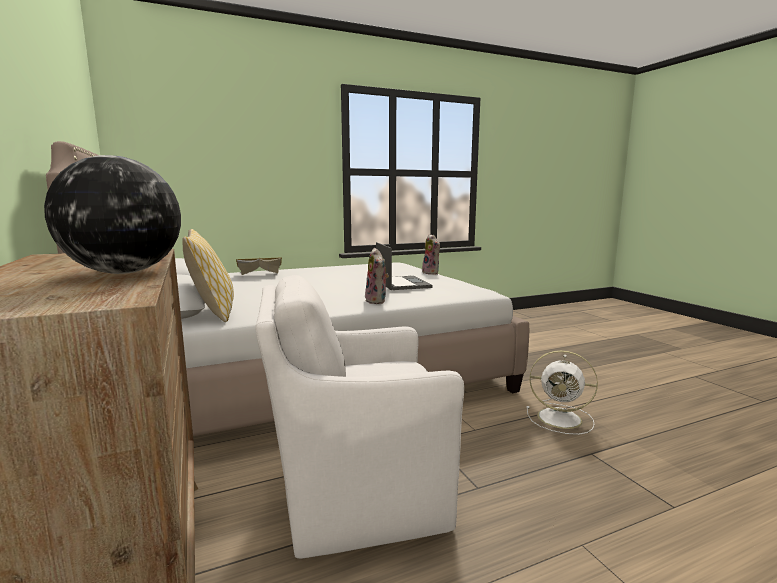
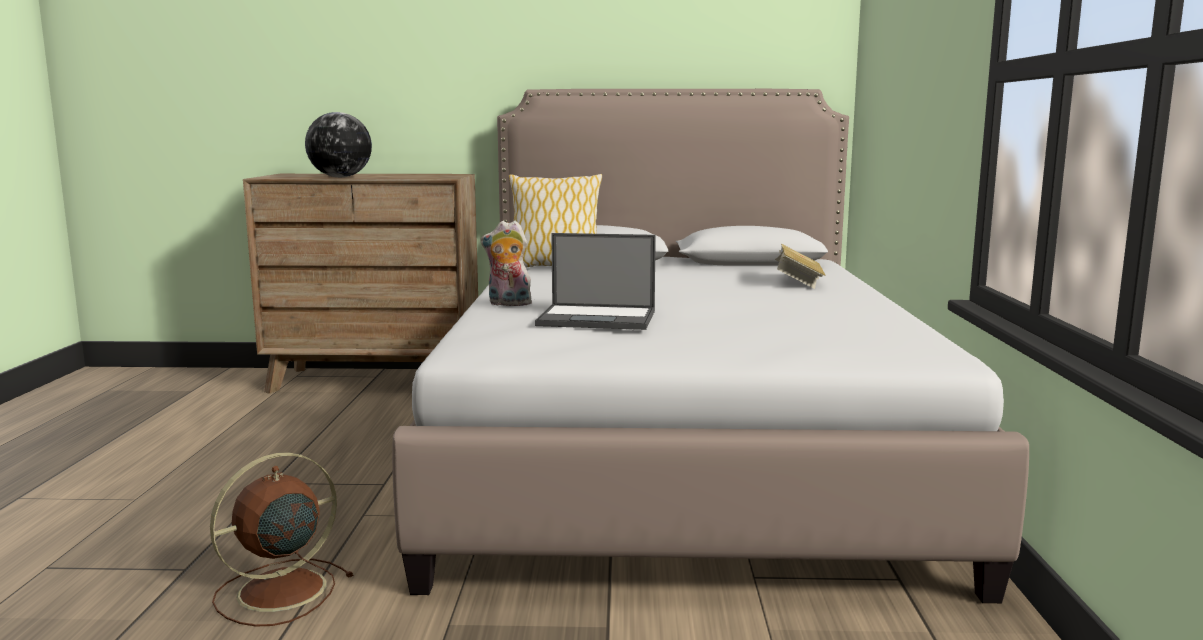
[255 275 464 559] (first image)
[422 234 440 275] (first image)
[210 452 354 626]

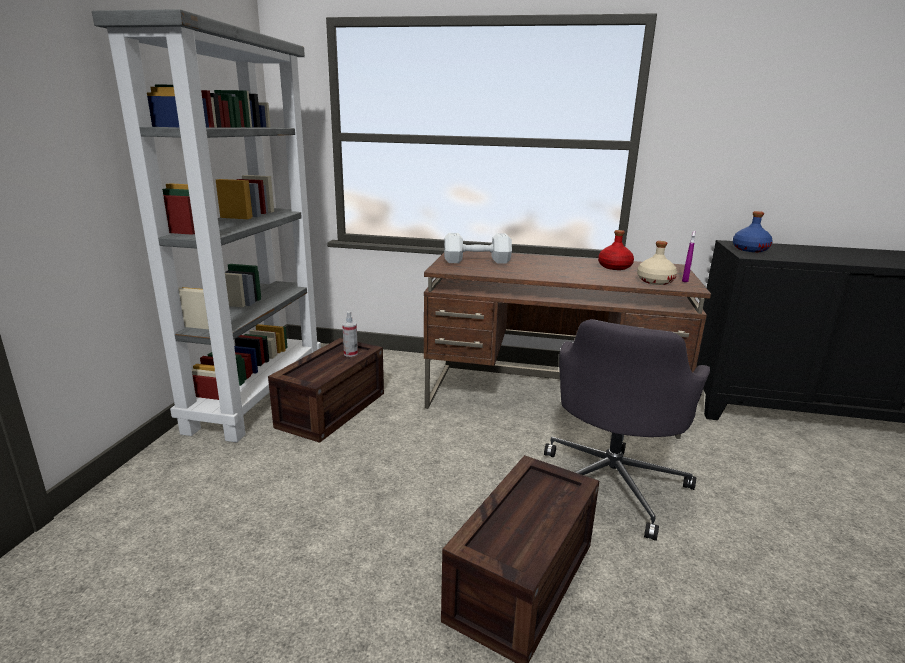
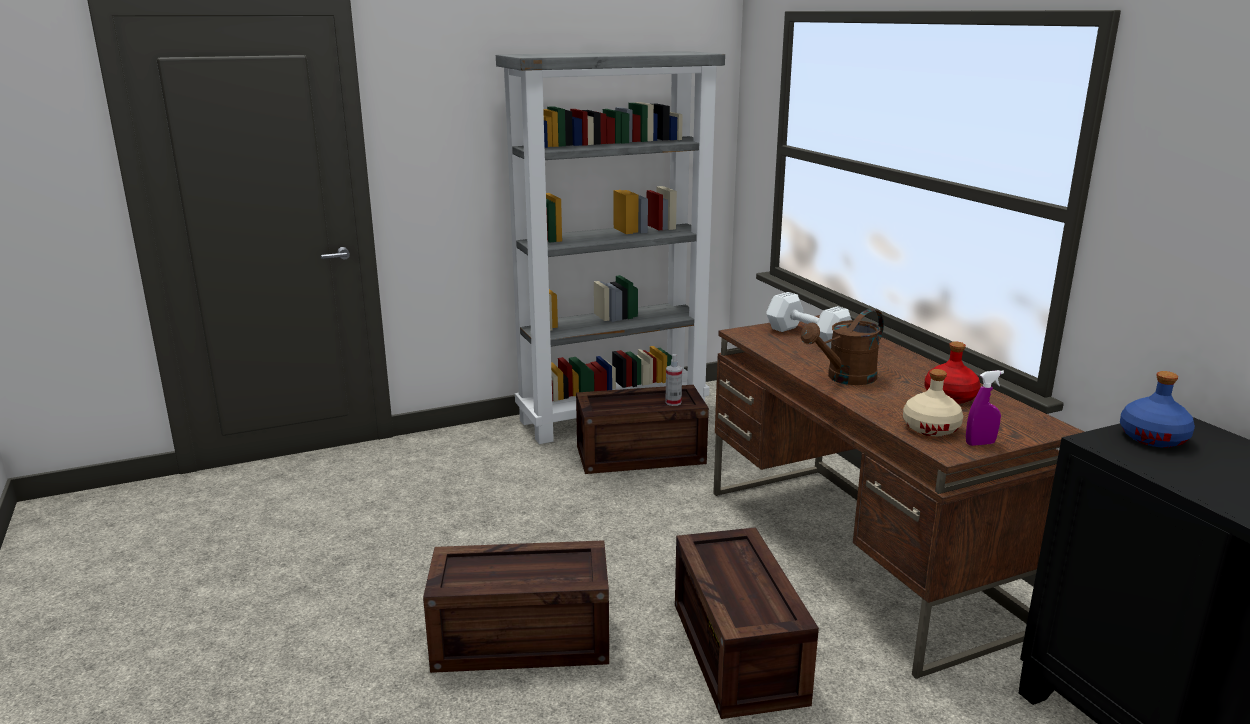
[801 309 884 385]
[675 527 819 719]

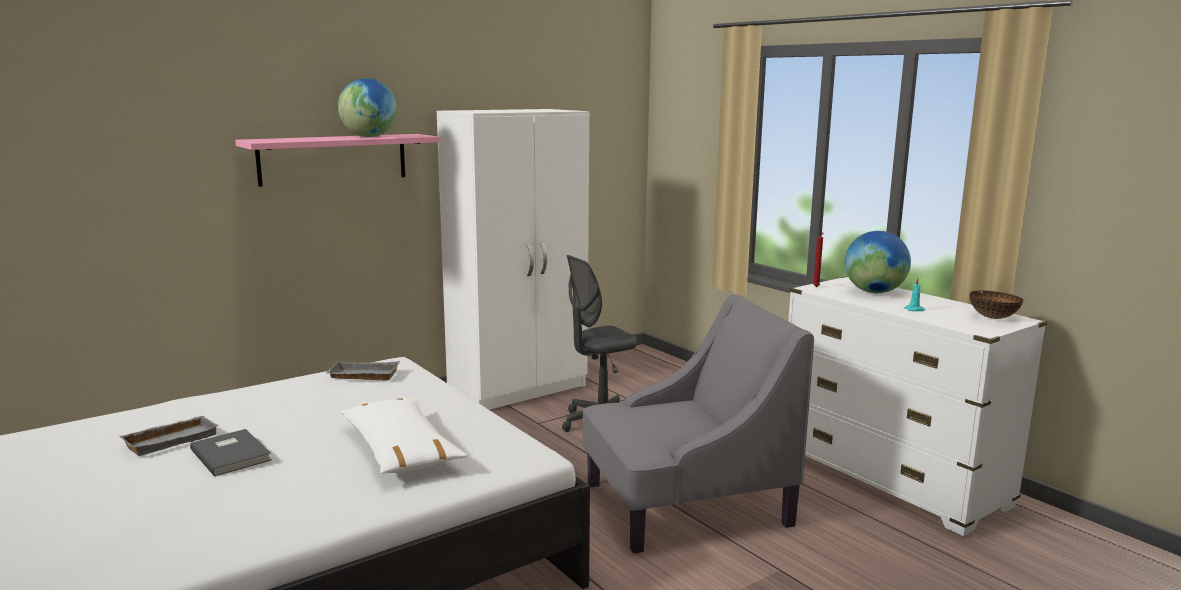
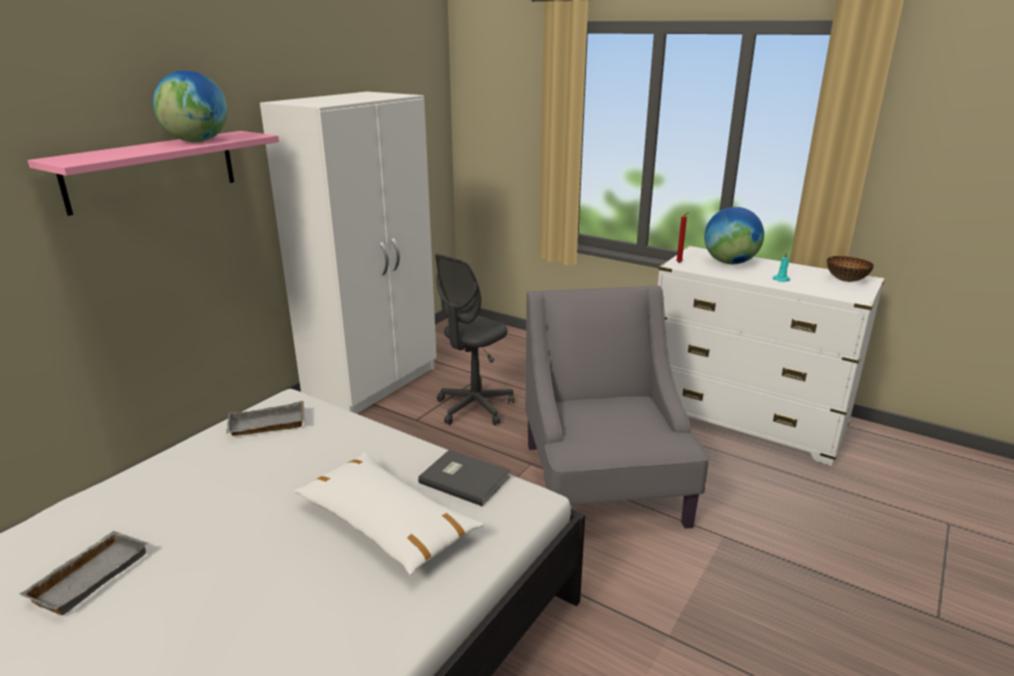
[418 450 510 506]
[525 285 709 529]

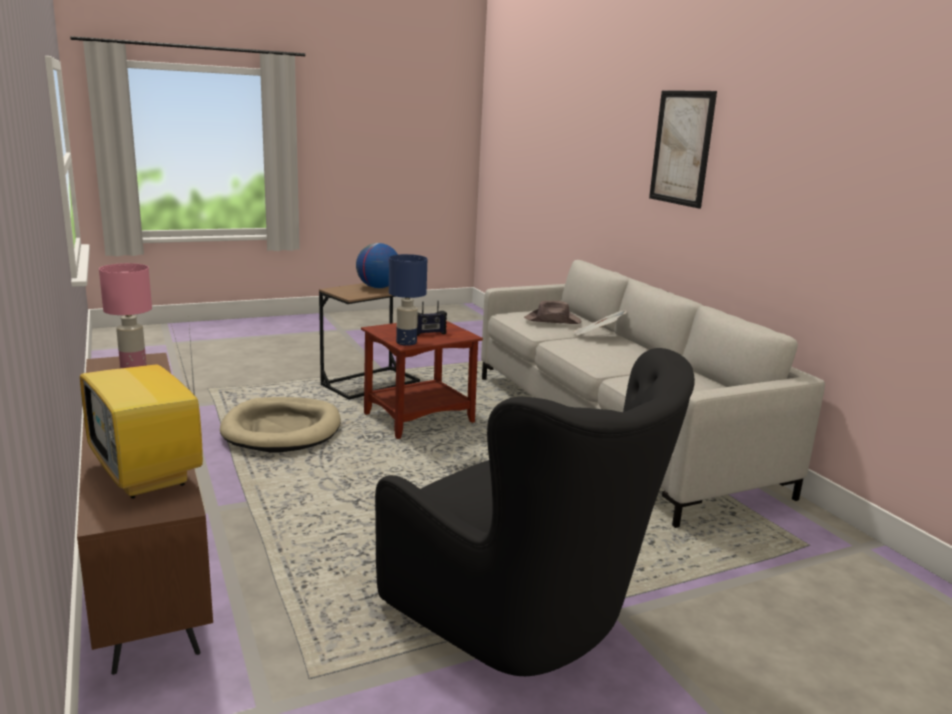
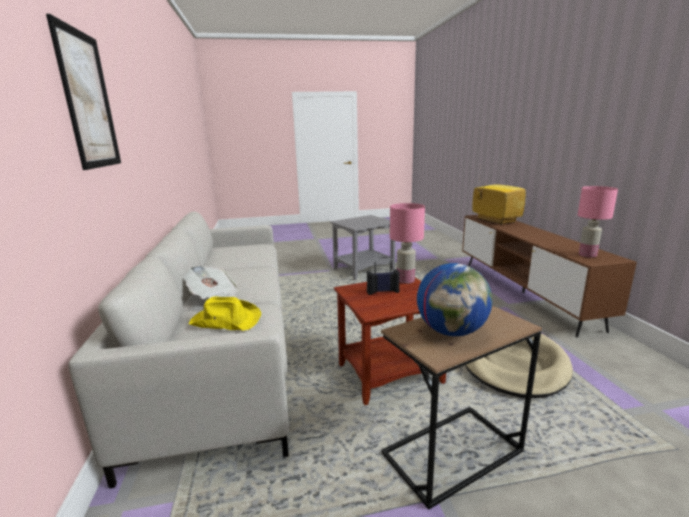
[330 215 395 280]
[390 203 425 284]
[189 296 261 331]

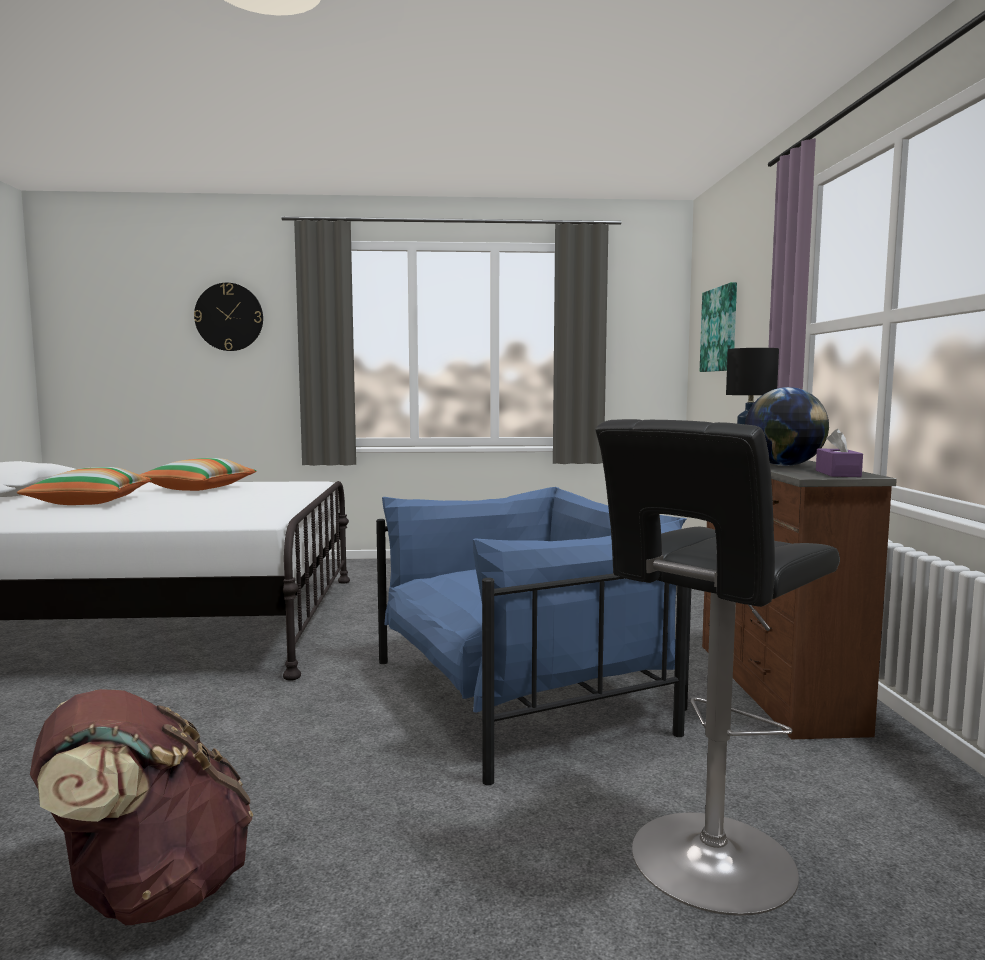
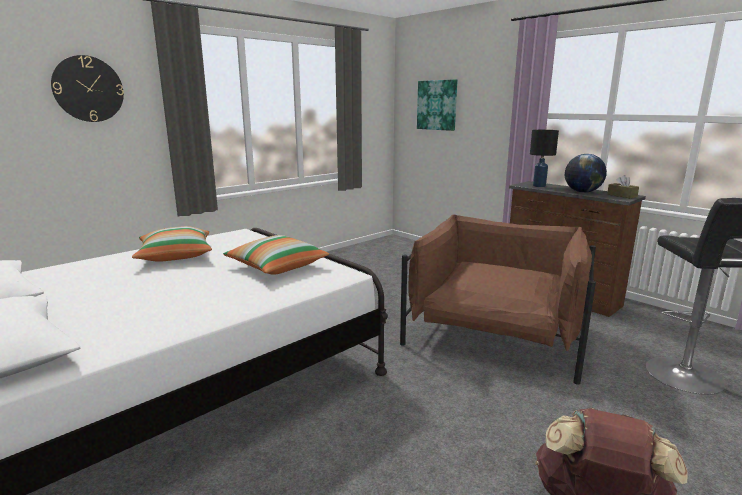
[223 235 329 275]
[400 214 596 385]
[607 175 639 198]

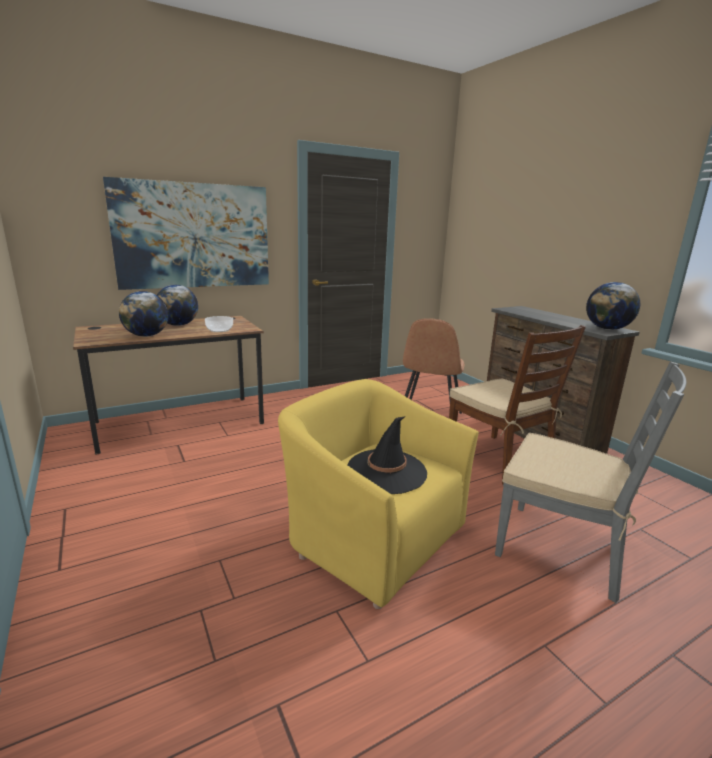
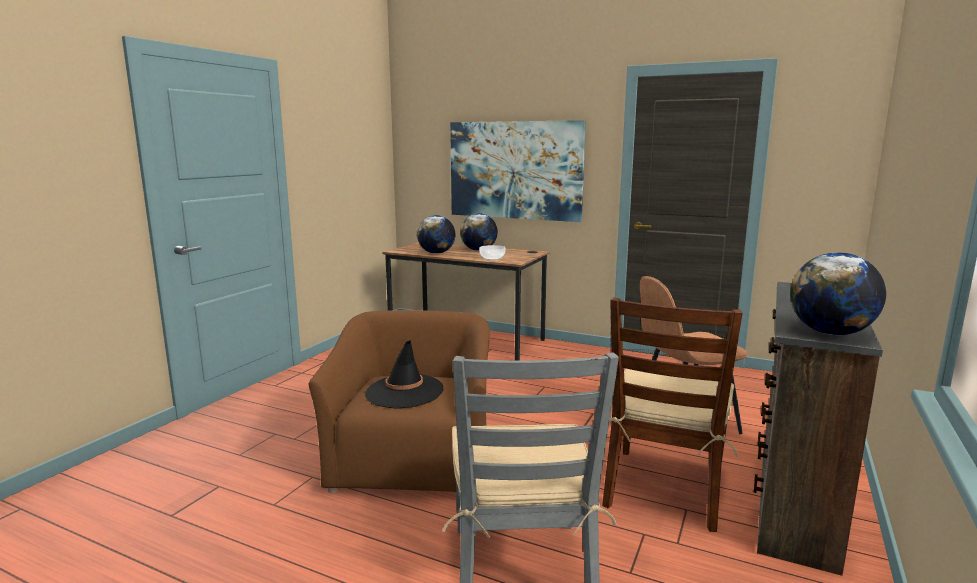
[308 310 490 493]

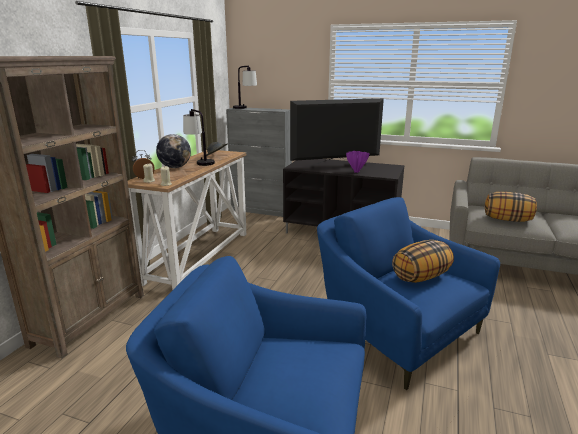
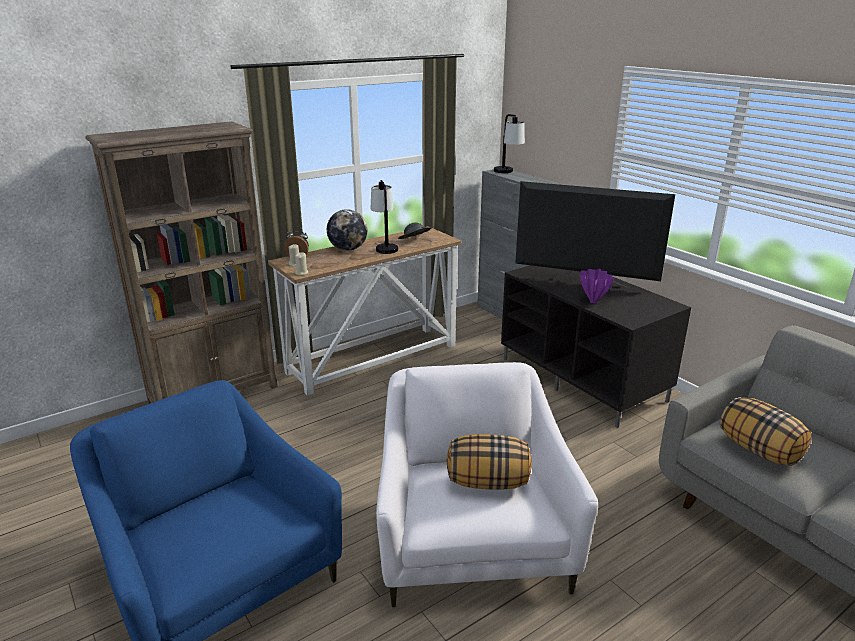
[376 362 598 607]

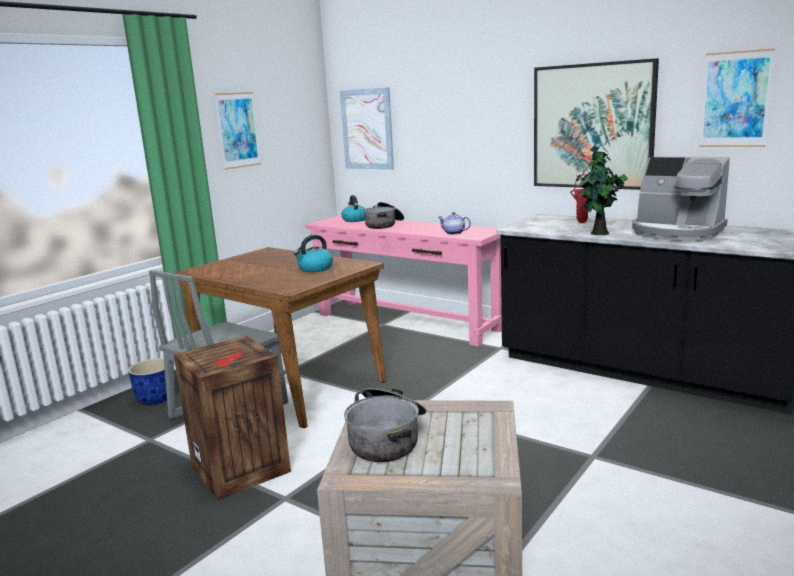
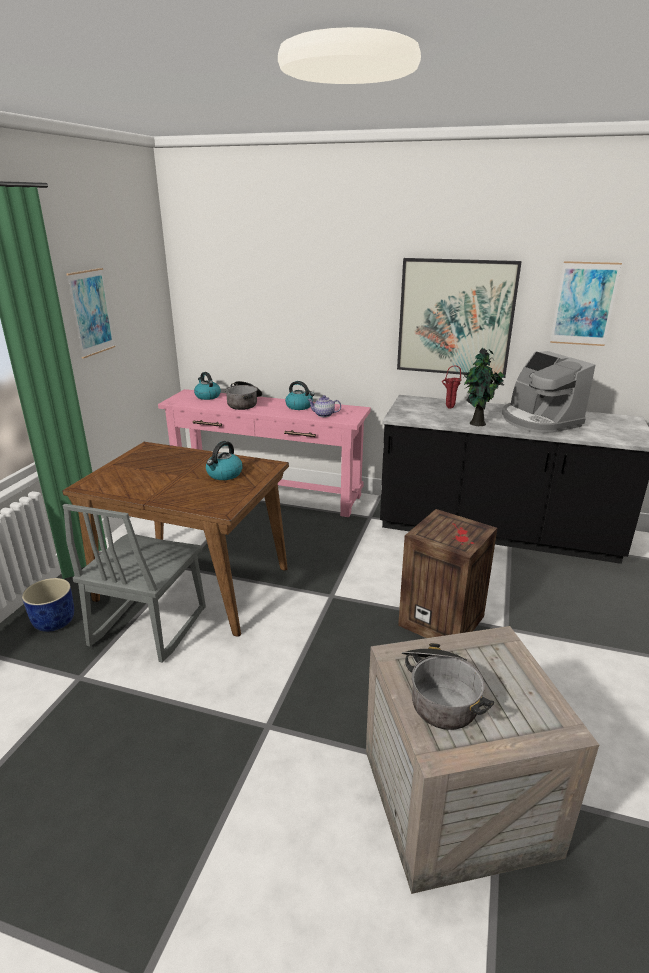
[340 87 394 170] (first image)
[285 381 315 410]
[398 509 497 638]
[502 351 595 433]

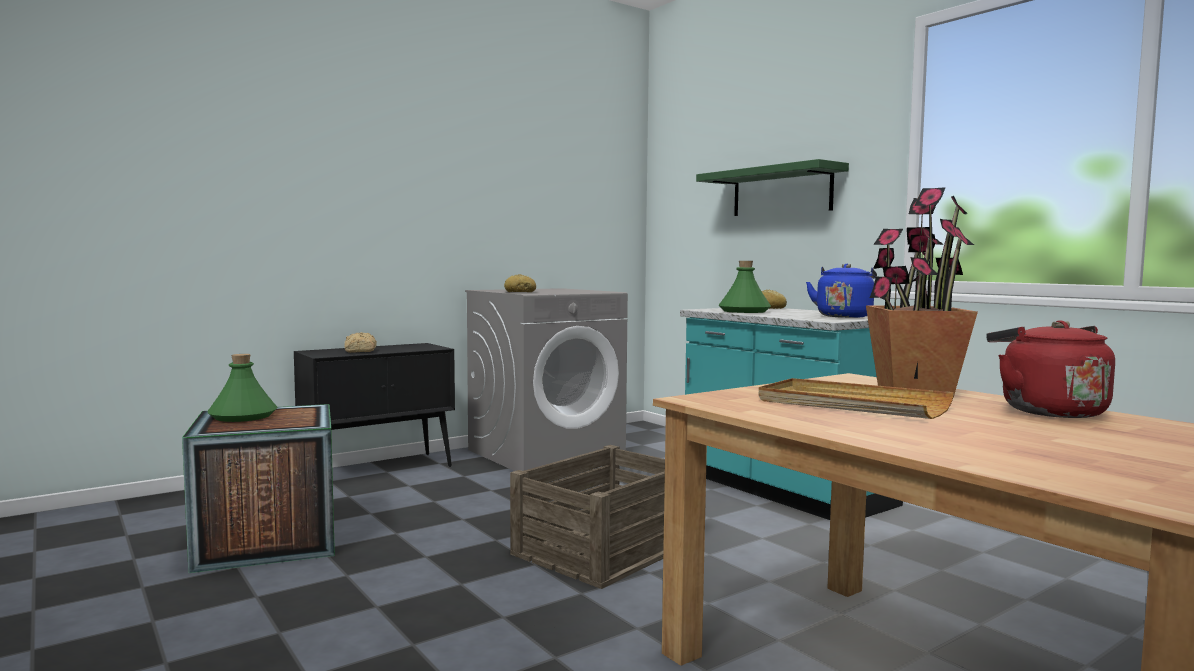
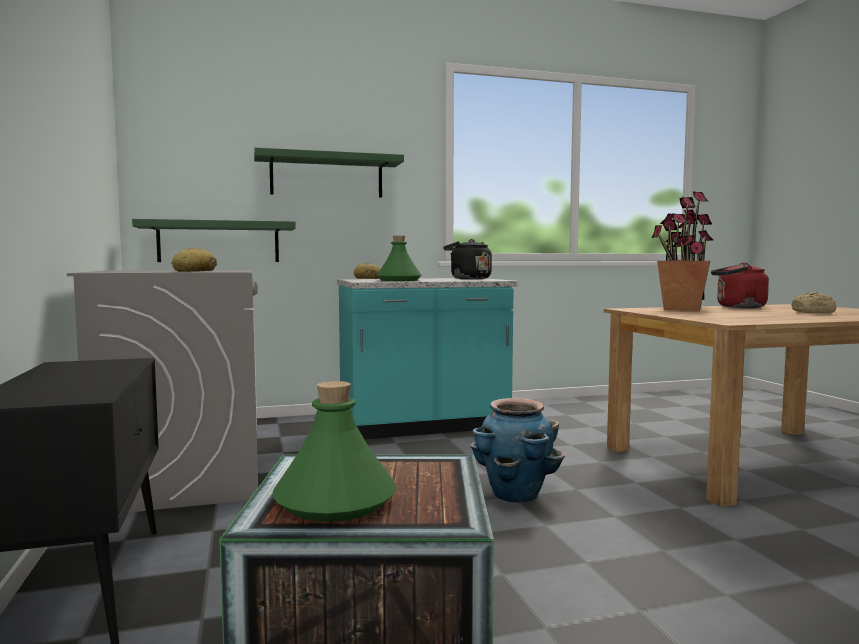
[758 378 954 419] (first image)
[132 219 296 262]
[791 292 837 313]
[470 398 565 503]
[443 239 492 279]

